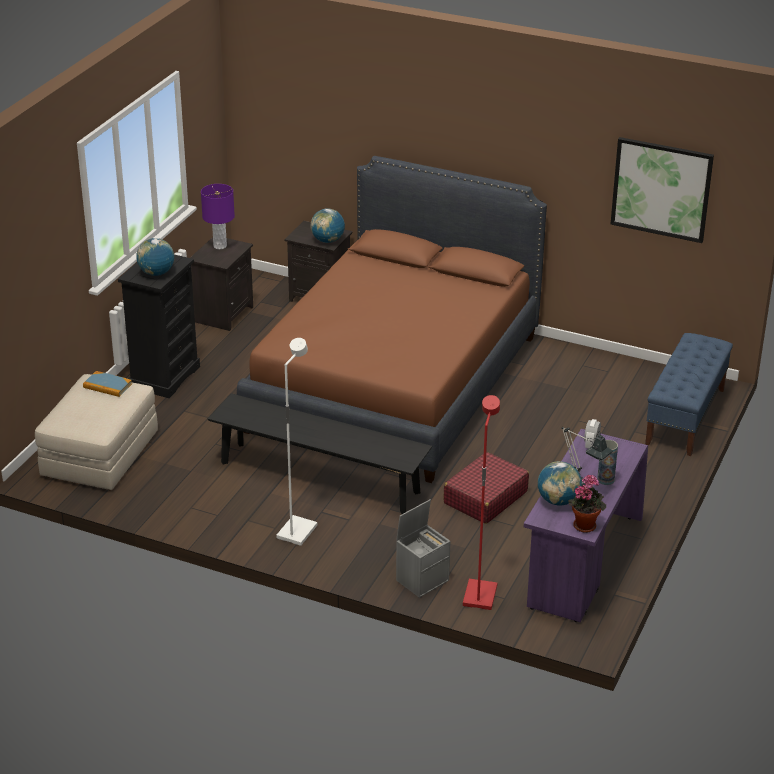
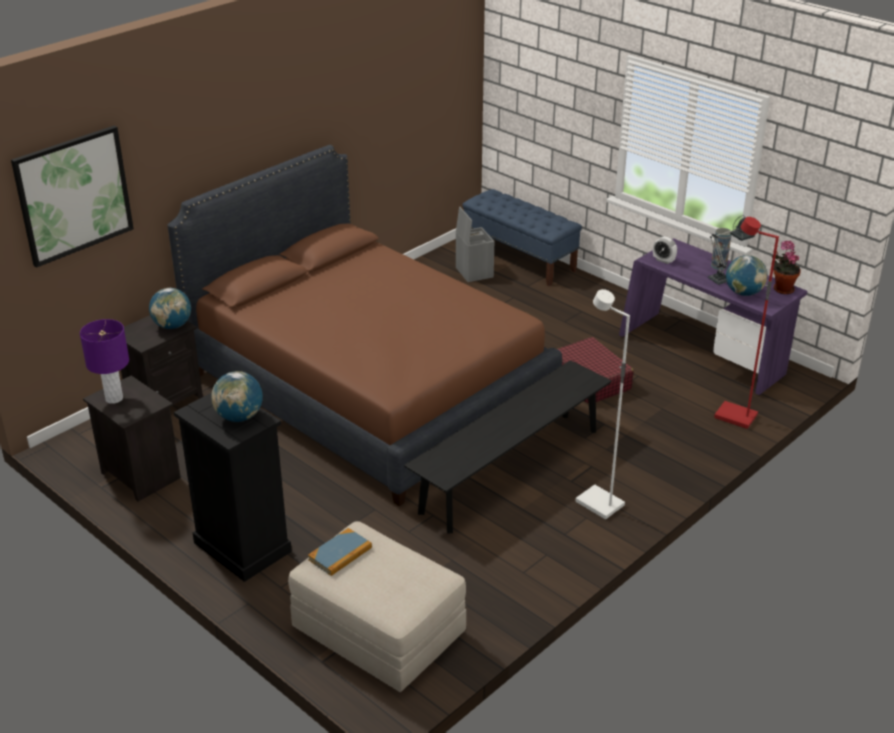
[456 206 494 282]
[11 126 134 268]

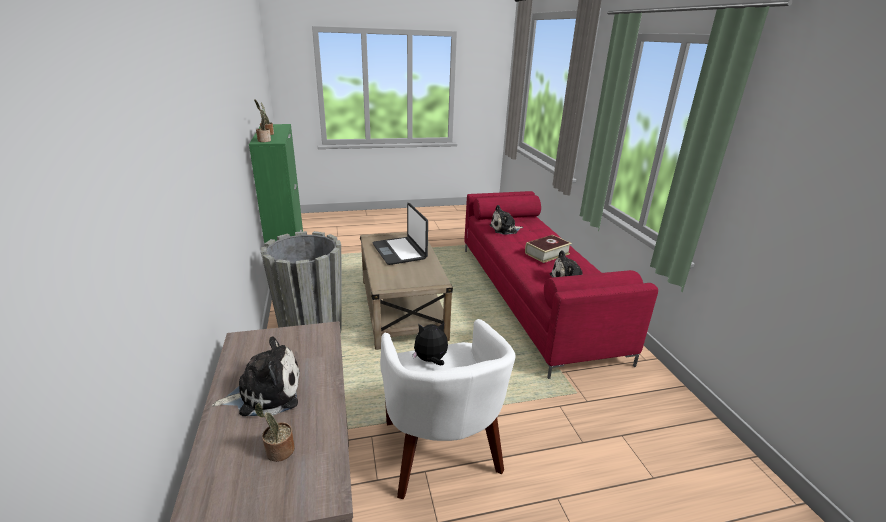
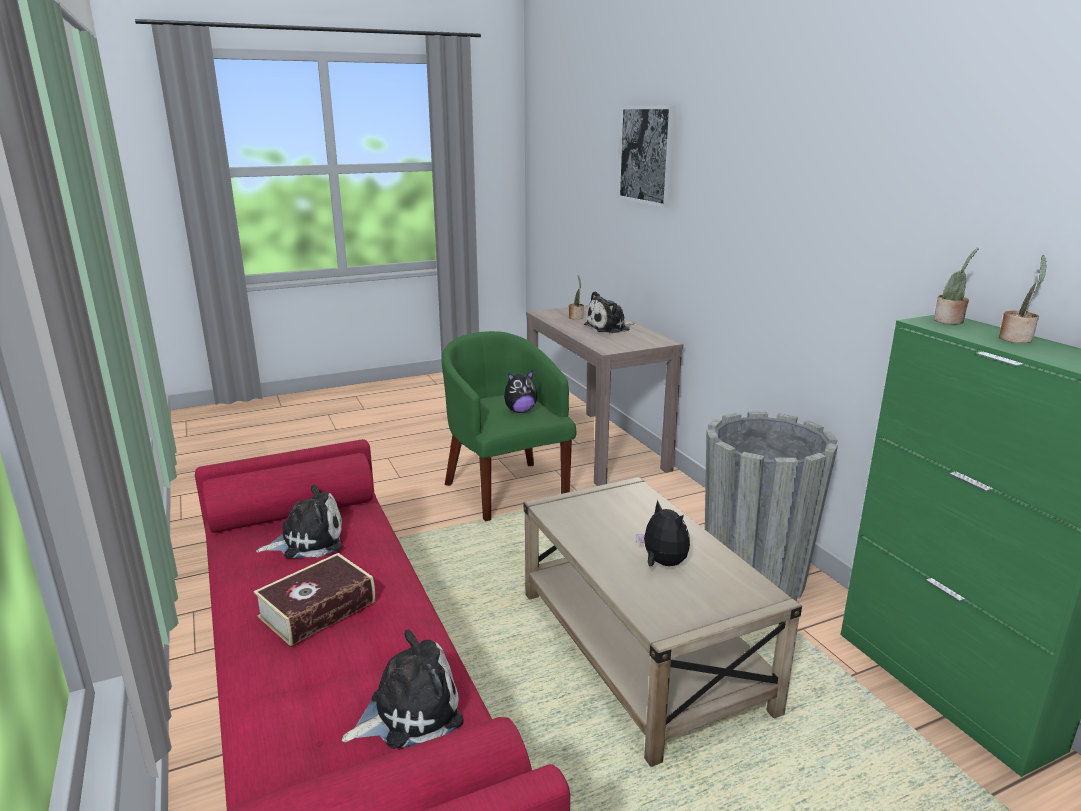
[618 105 677 208]
[636 500 690 566]
[441 331 576 521]

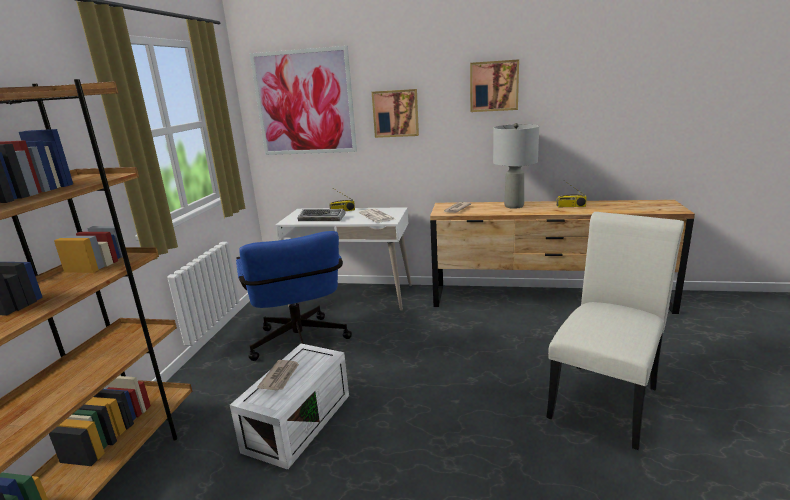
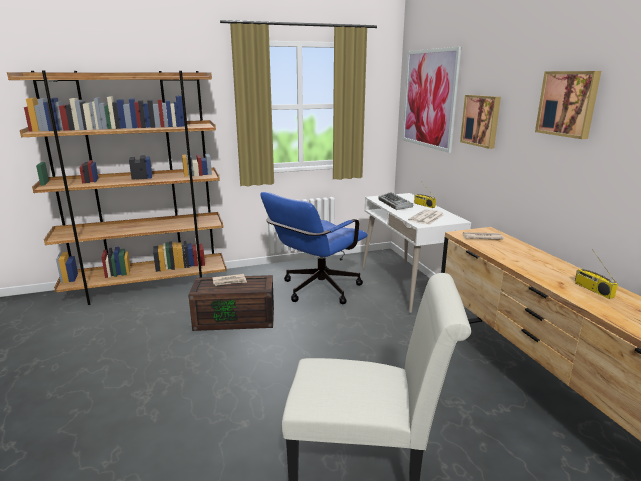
[493 123 539 209] (first image)
[188 275 274 331]

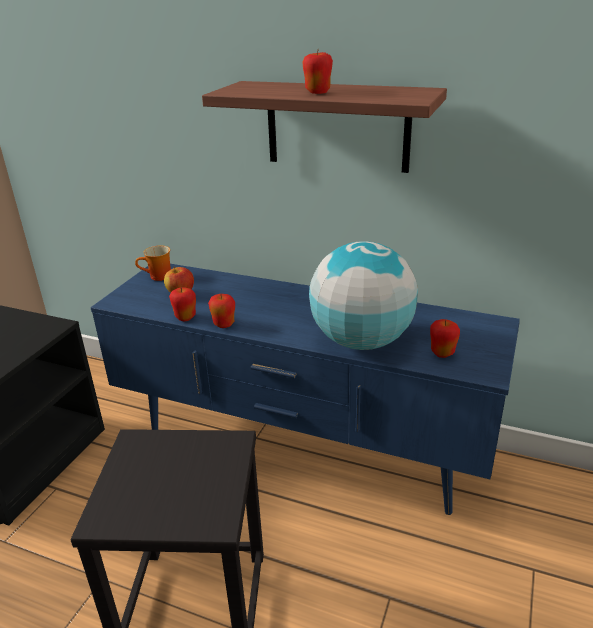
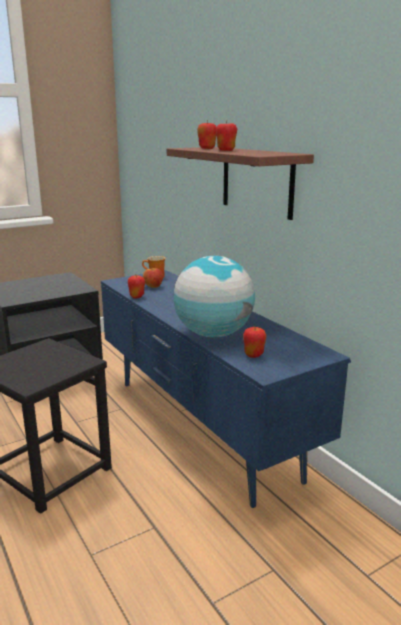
[197 120 217 149]

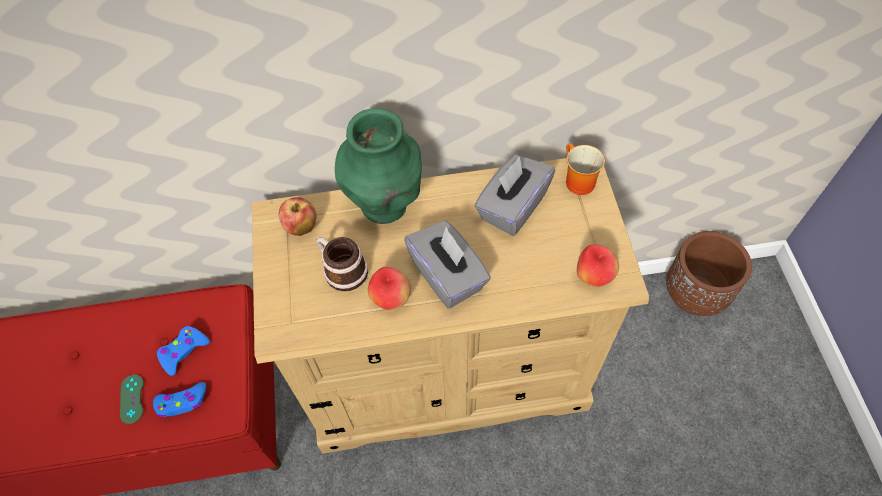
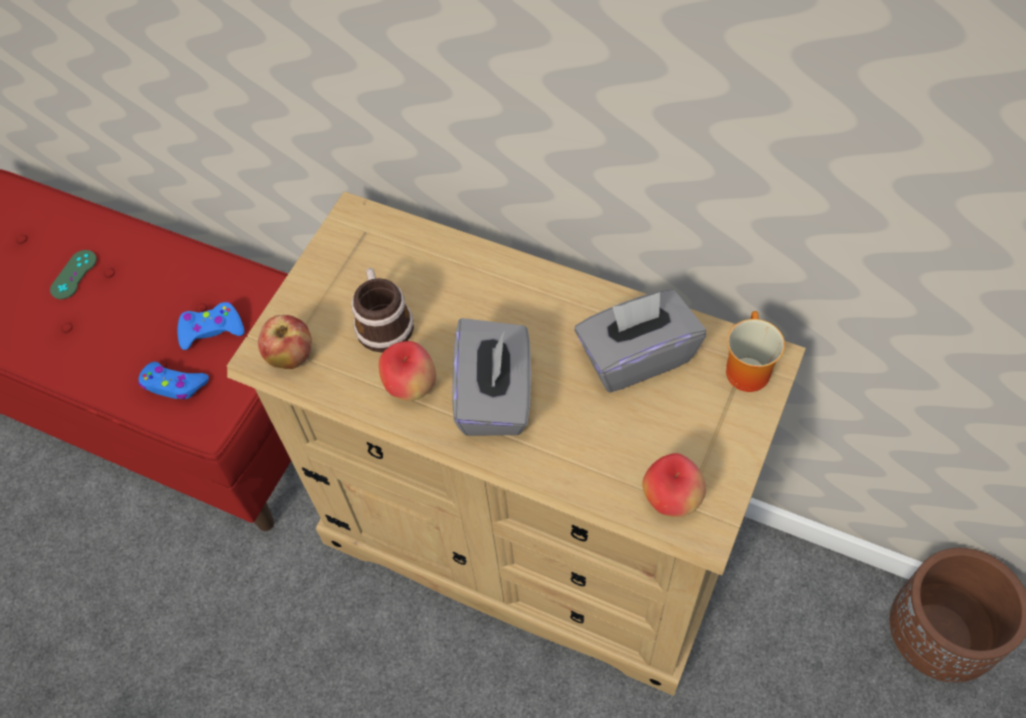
[335 108 422 224] (first image)
[50 250 97 299]
[258 315 312 369]

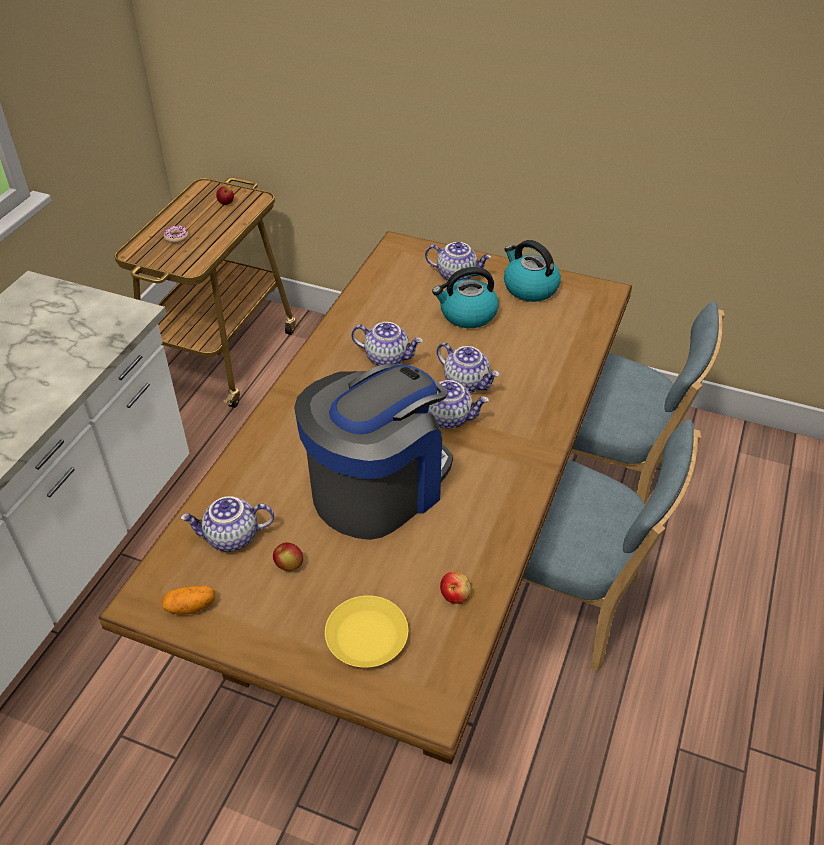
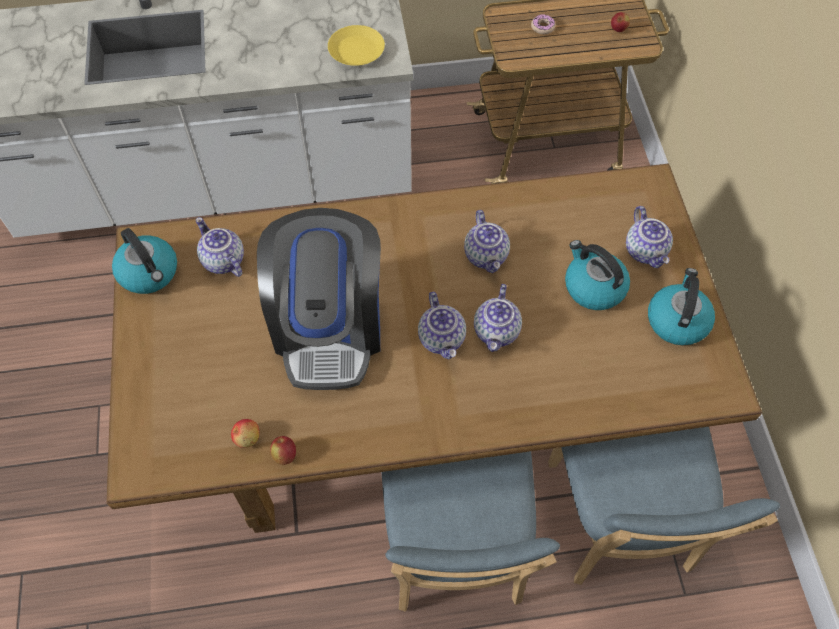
[270 436 296 465]
[328 25 385 66]
[112 228 177 294]
[257 208 381 390]

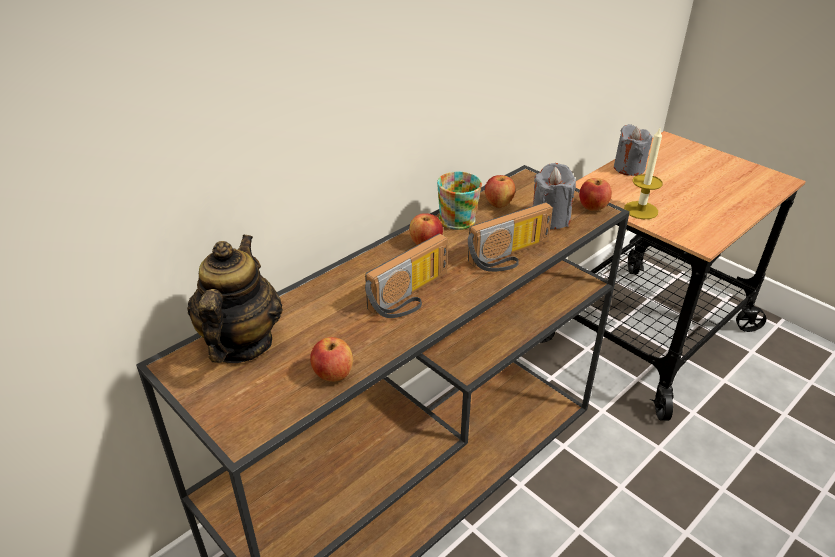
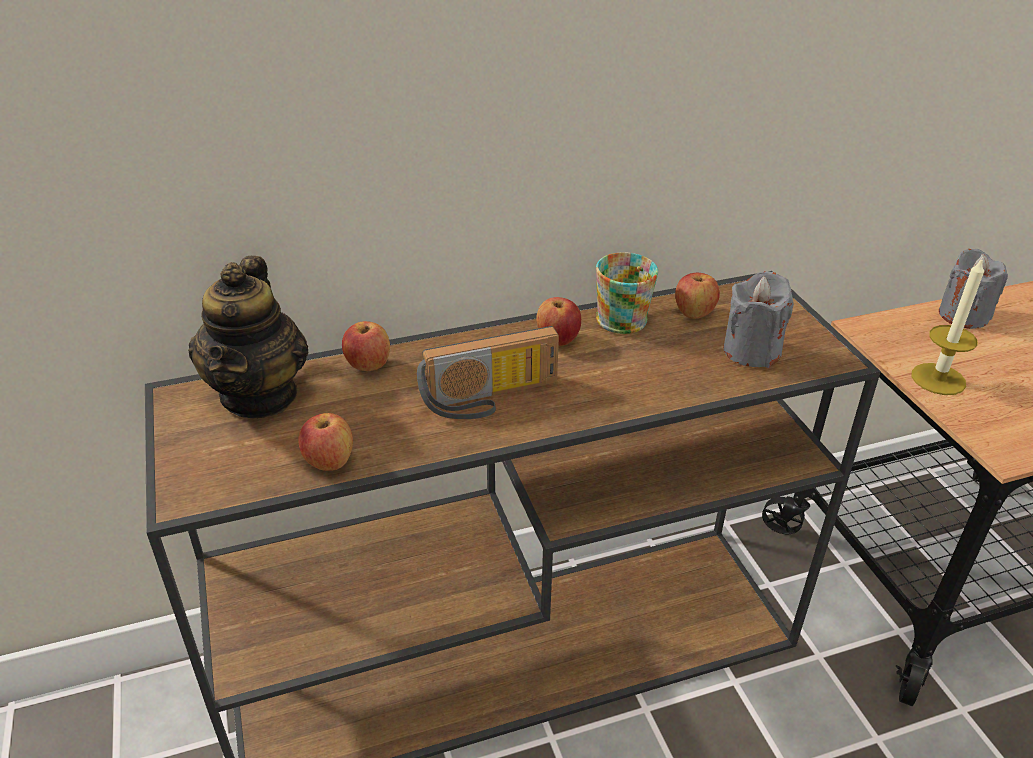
[468 202 553 272] (first image)
[342 321 390 371]
[188 256 309 418]

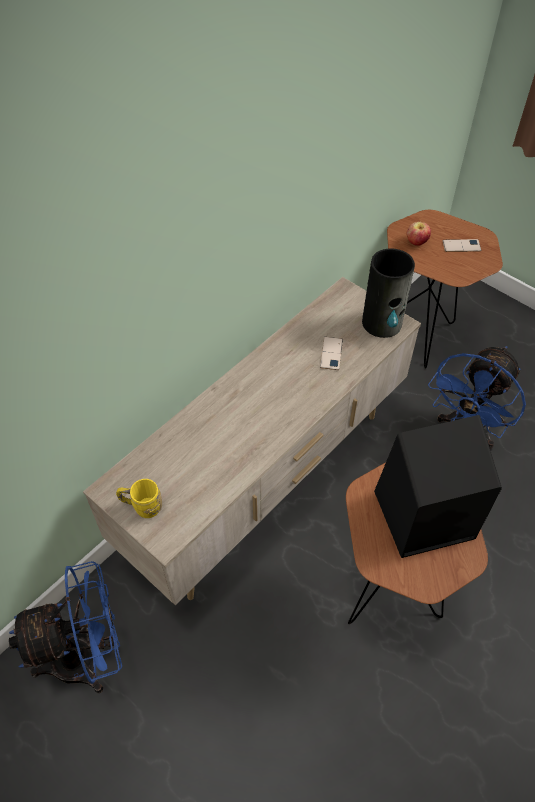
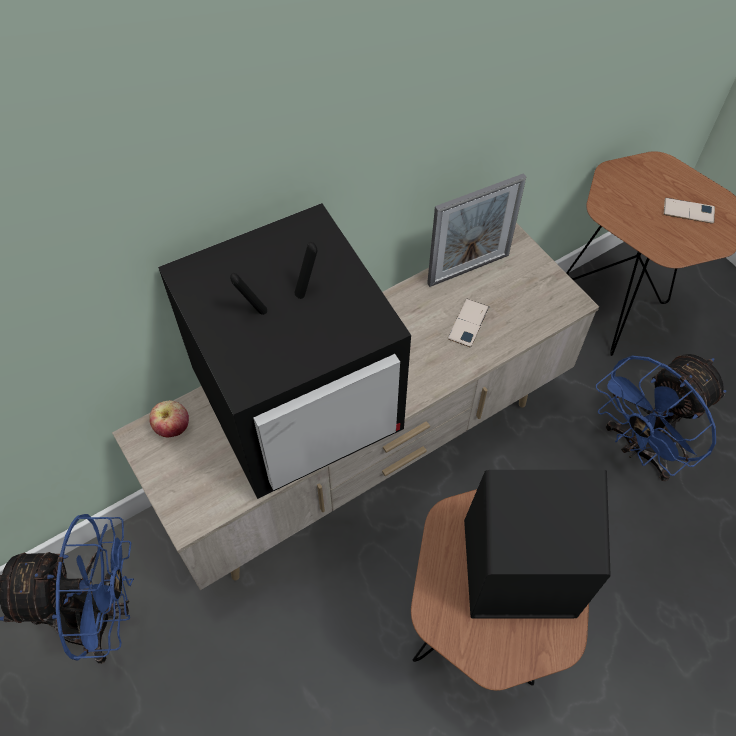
[116 479 162 518] (first image)
[362 248 415 338] (first image)
[158 203 411 499]
[427 173 526 287]
[149 400 189 437]

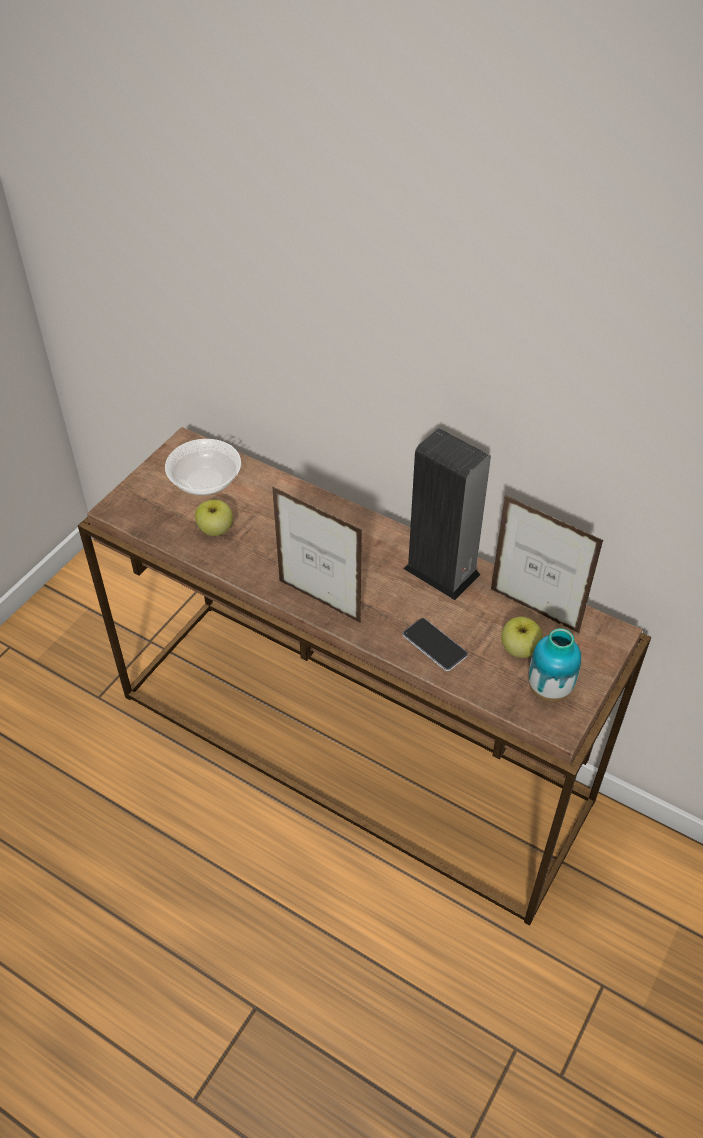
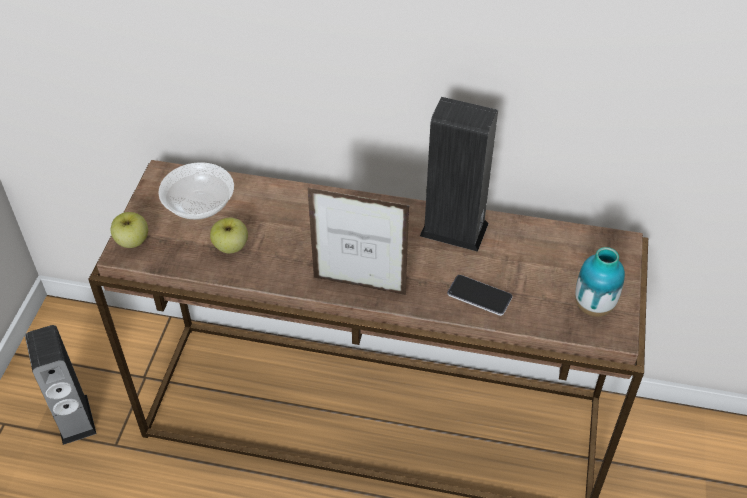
[491 495 604 634] (first image)
[25 325 97 445]
[111 212 148 248]

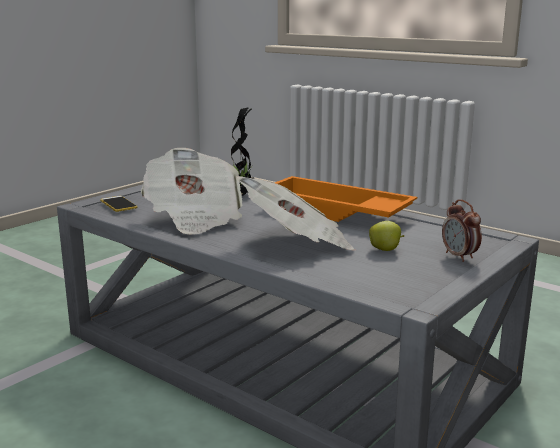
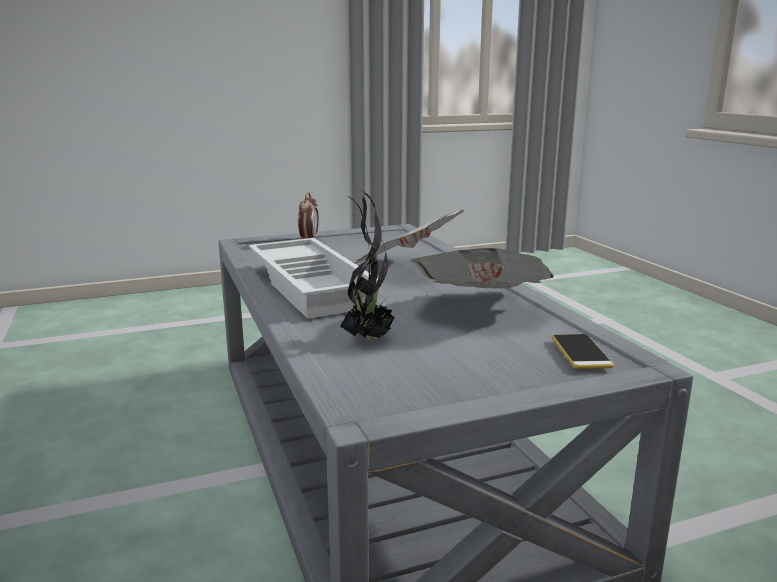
[369 221 404 251] (first image)
[249 238 383 318]

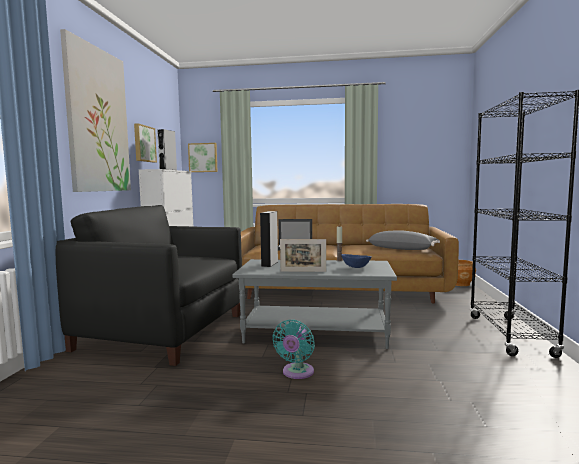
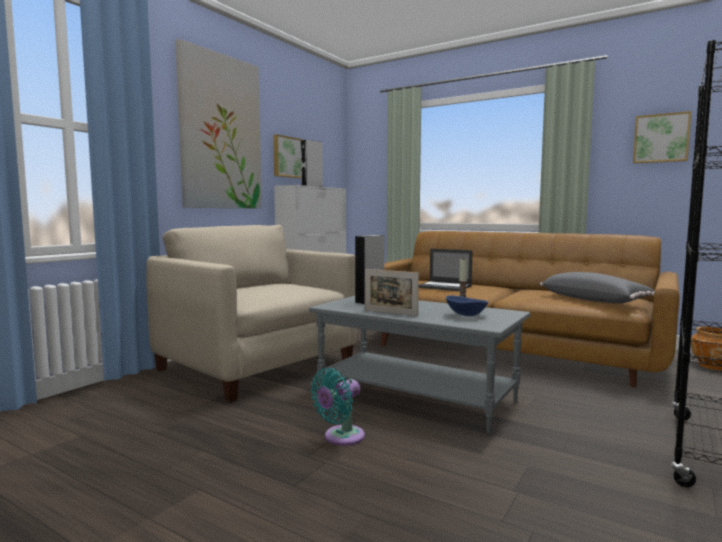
[633 111 691 164]
[146 225 356 402]

